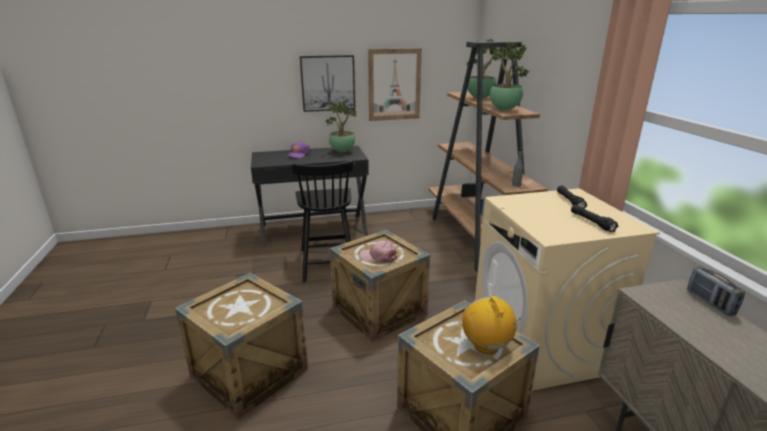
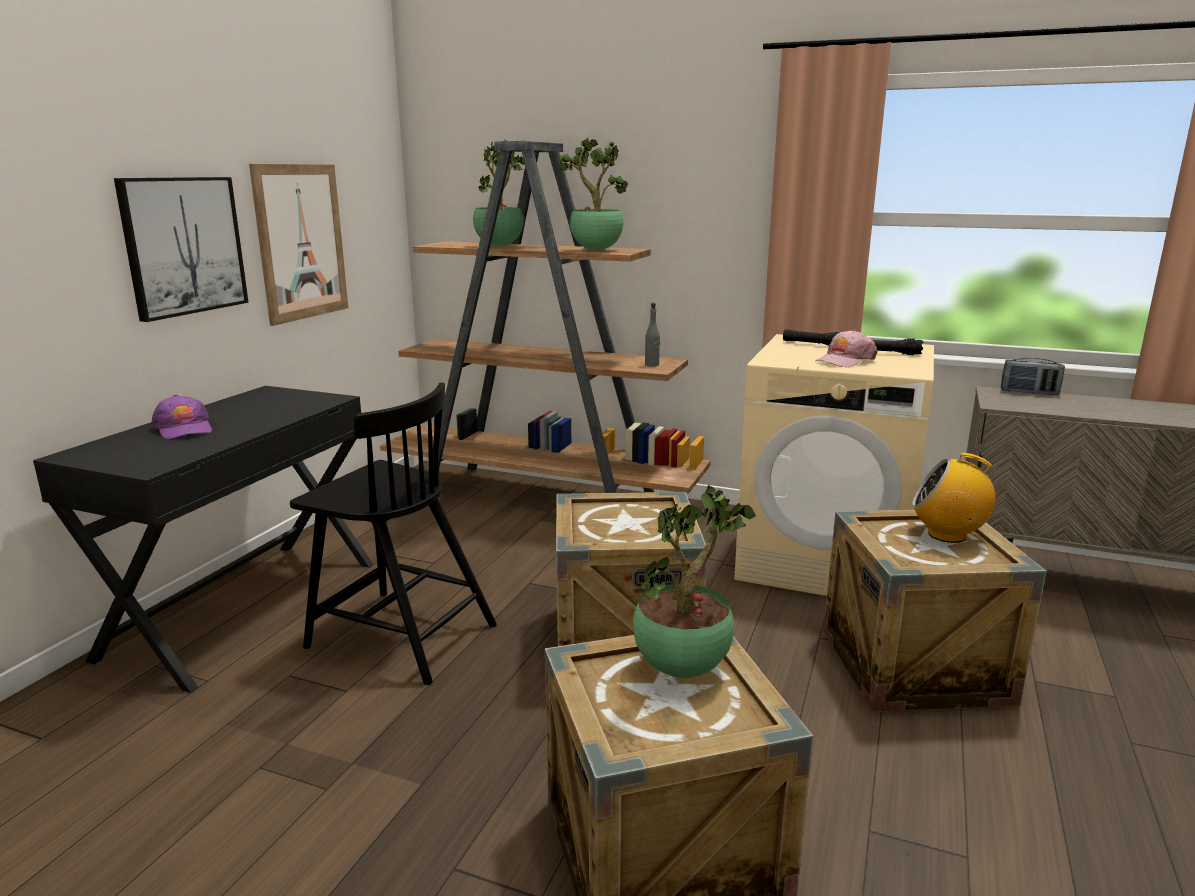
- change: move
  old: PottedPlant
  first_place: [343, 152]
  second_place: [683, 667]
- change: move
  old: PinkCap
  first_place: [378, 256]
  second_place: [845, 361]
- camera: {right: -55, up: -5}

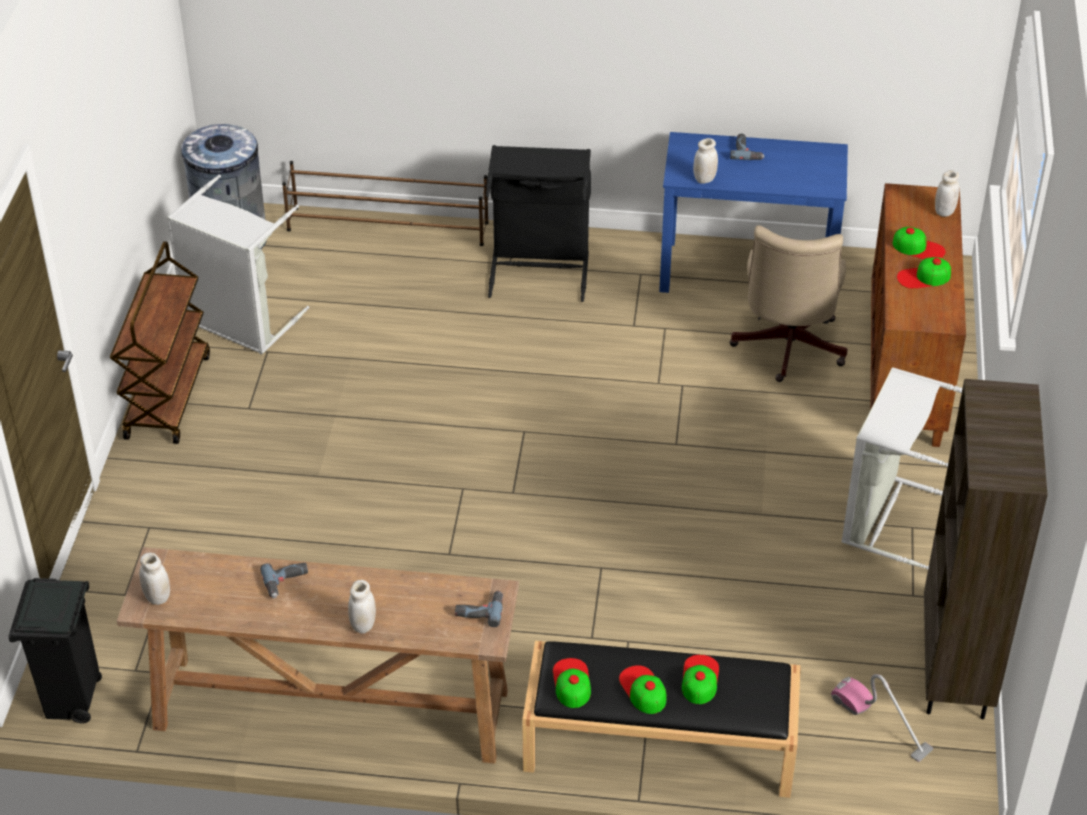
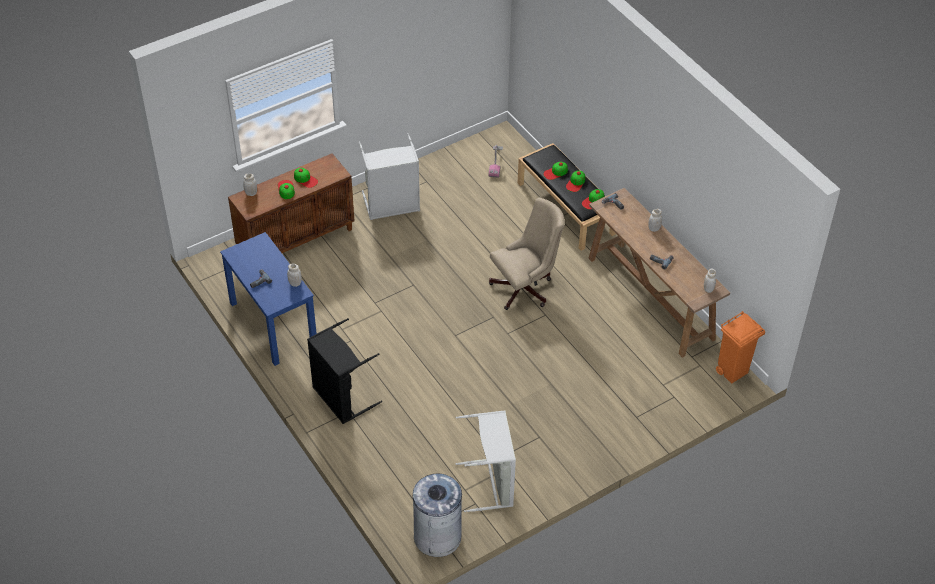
- change: move
  old: BeigeOfficeChair
  first_place: [787, 349]
  second_place: [525, 288]
- change: recolor
  old: BlackTrashCan
  new: OrangeTrashCan
  first_place: [72, 702]
  second_place: [733, 372]
- change: delete
  old: BrownCart
  first_place: [167, 395]
- change: delete
  old: BrownShoeRack
  first_place: [388, 227]
- change: delete
  old: BrownBookcase
  first_place: [956, 671]
- camera: {right: -130, up: 5}

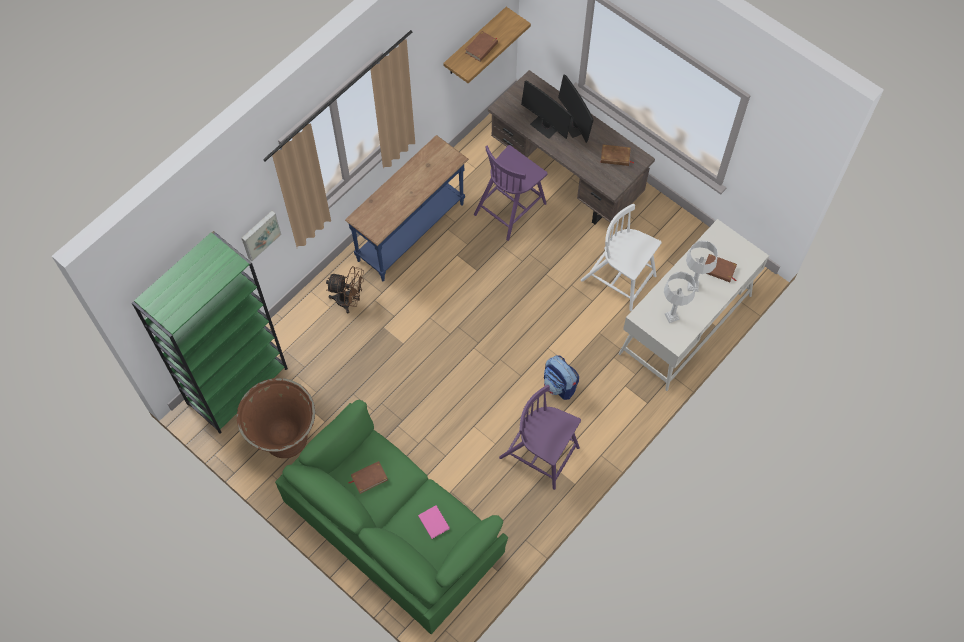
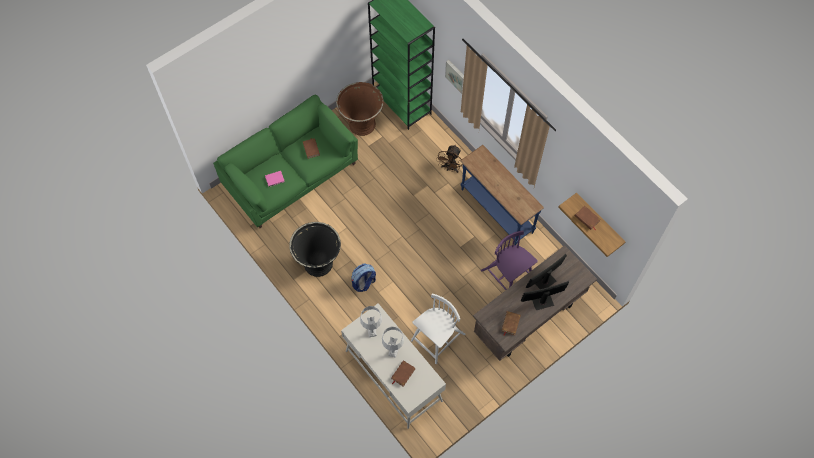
- change: replace
  old: PurpleChair
  new: BlackPlanter
  first_place: [540, 453]
  second_place: [319, 263]
- camera: {right: 100, up: 0}

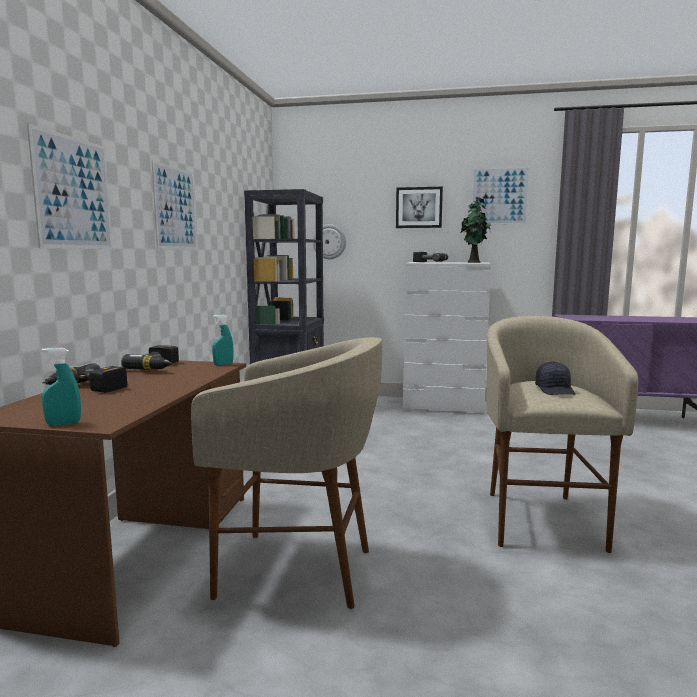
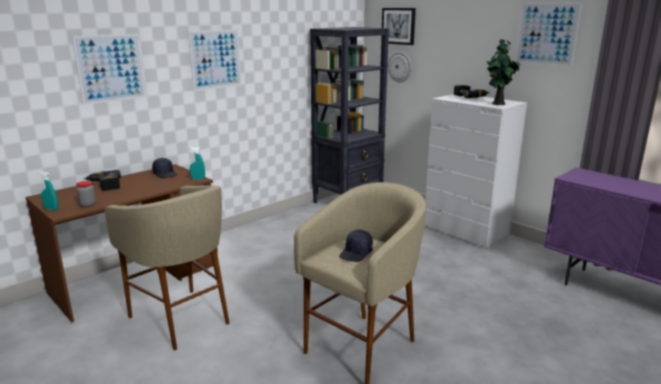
- change: insert
  new: Jar
  second_place: [88, 205]
- change: replace
  old: PowerDrill
  new: BlackCap
  first_place: [159, 367]
  second_place: [165, 174]
- change: move
  old: Picture
  first_place: [419, 207]
  second_place: [398, 26]
- camera: {right: 35, up: 10}

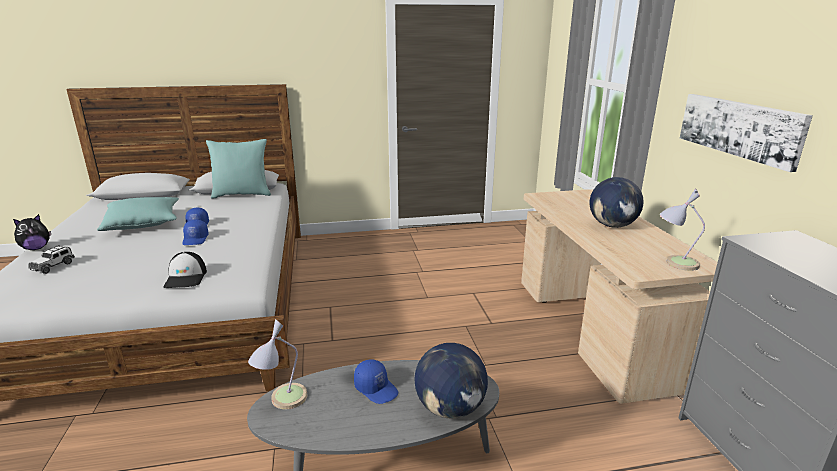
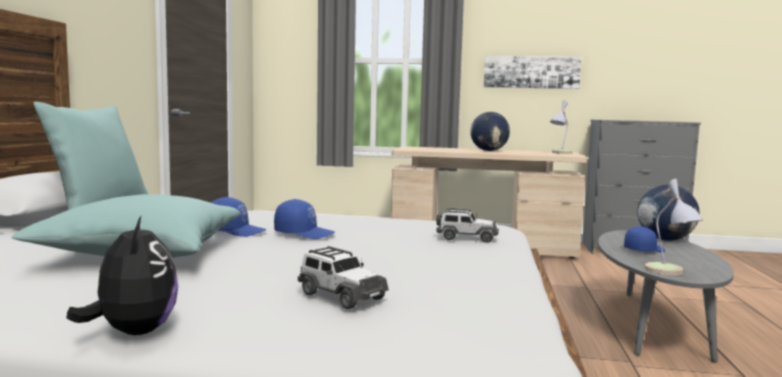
- change: replace
  old: Cap
  new: ToyCar
  first_place: [186, 278]
  second_place: [466, 238]
- camera: {right: -70, up: -15}

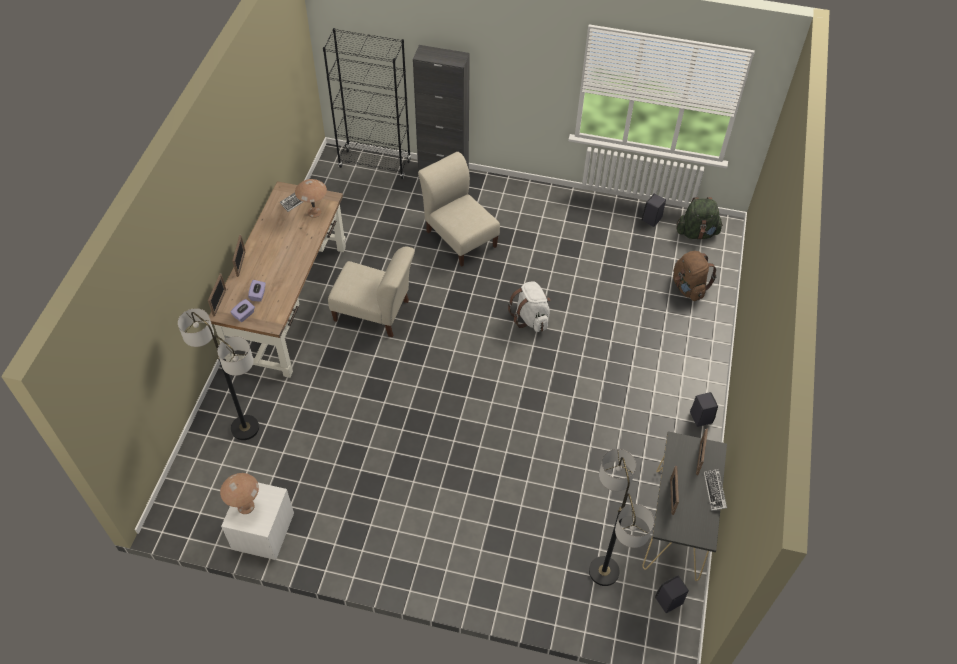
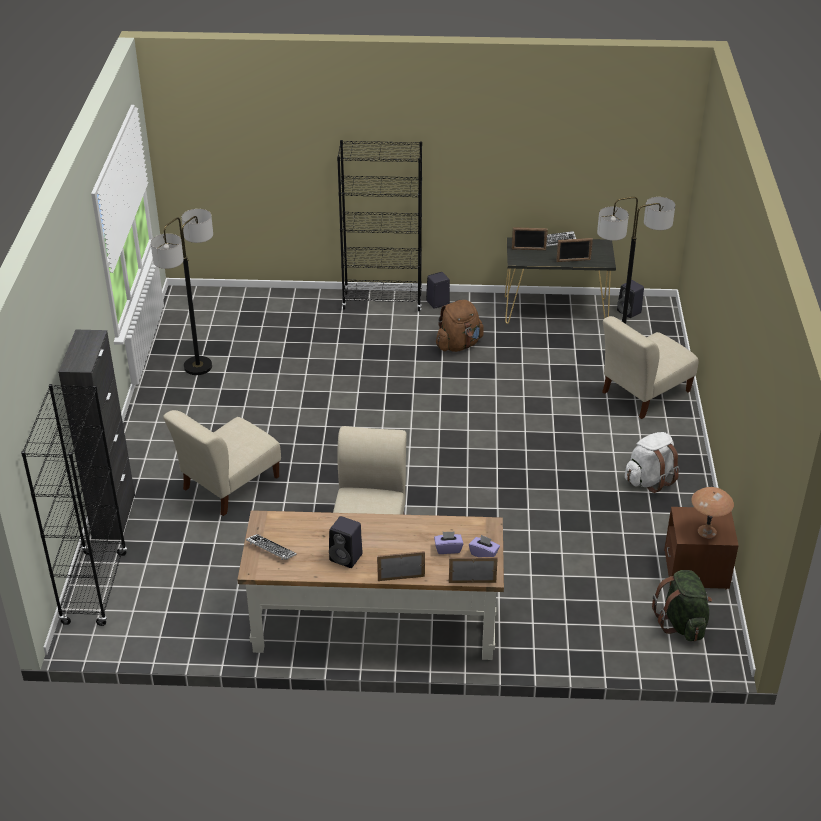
- change: move
  old: FloorLamp
  first_place: [245, 428]
  second_place: [198, 366]
- change: move
  old: BlackSpeaker
  first_place: [651, 219]
  second_place: [347, 557]
- change: insert
  new: BlackBookcase
  second_place: [382, 302]
- change: move
  old: BrownBackpack
  first_place: [688, 288]
  second_place: [459, 345]
- change: insert
  new: BeigeChair
  second_place: [643, 394]
- change: move
  old: WhiteBackpack
  first_place: [530, 318]
  second_place: [649, 479]
- change: move
  old: GreenBackpack
  first_place: [697, 233]
  second_place: [682, 623]
- change: recolor
  old: WhiteNightstand
  new: BrownNightstand
  first_place: [263, 531]
  second_place: [696, 569]
- change: delete
  old: BrownTableLamp
  first_place: [314, 212]
- camera: {right: -100, up: -15}

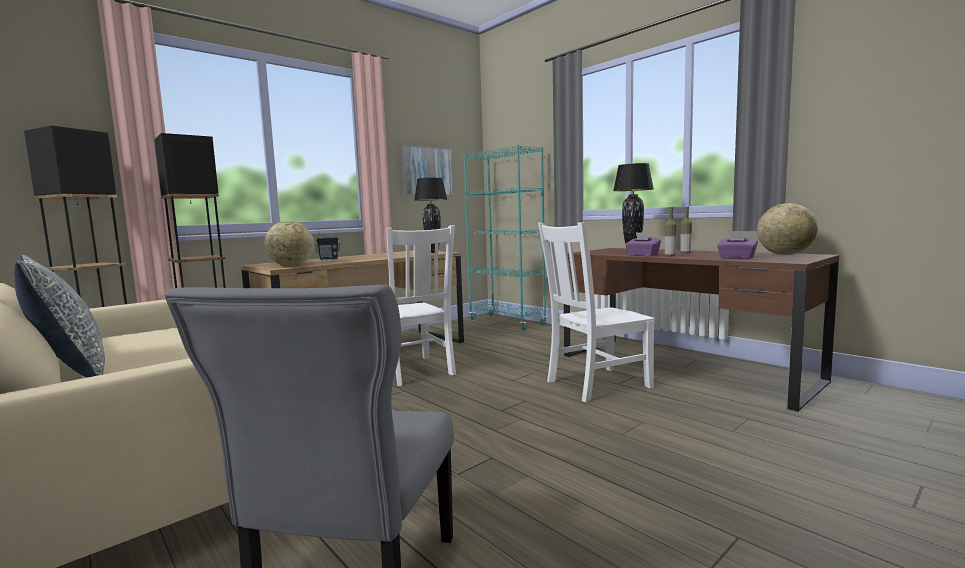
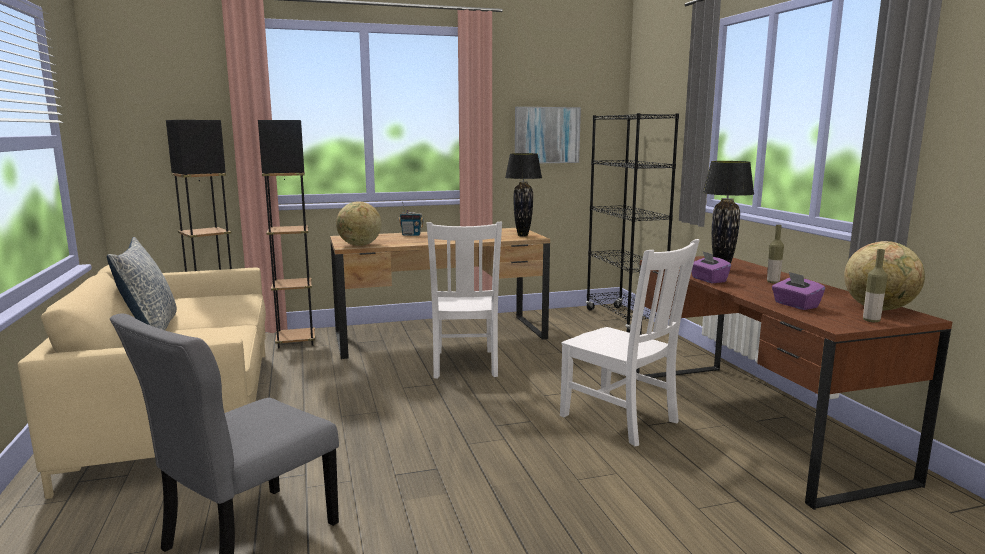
- change: rotate
  old: WhiteChair
  first_place: [595, 384]
  second_place: [622, 420]
  degrees: -135
- change: recolor
  old: TurquoiseBookcase
  new: BlackBookcase
  first_place: [507, 322]
  second_place: [624, 320]
- change: move
  old: Bottle
  first_place: [670, 256]
  second_place: [871, 321]
- camera: {right: 25, up: 5}

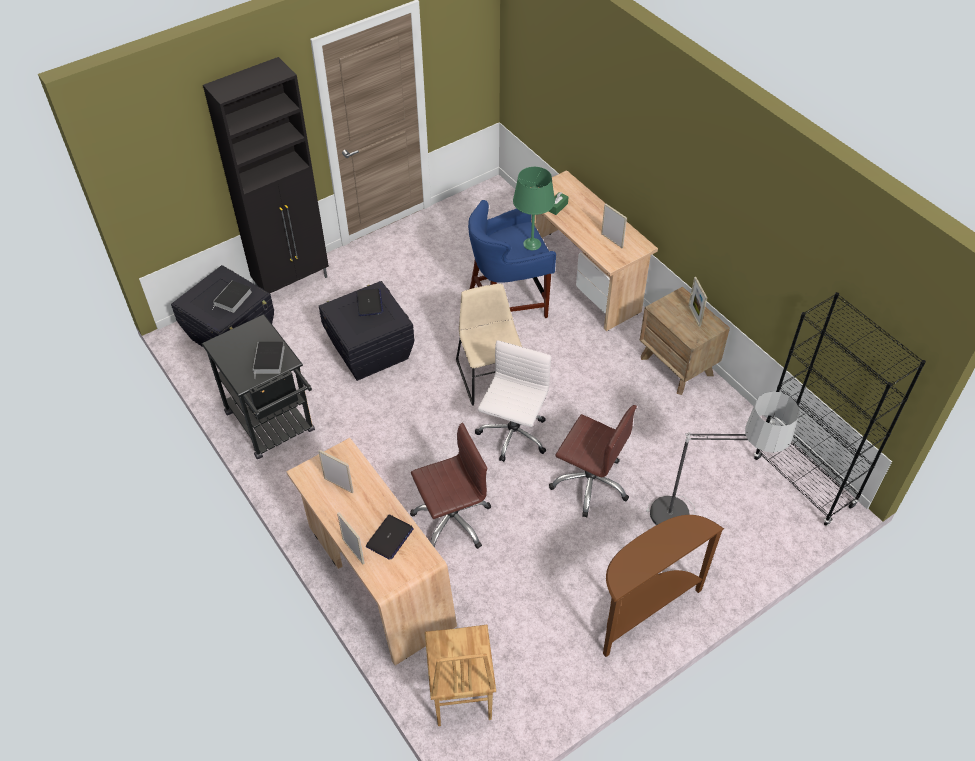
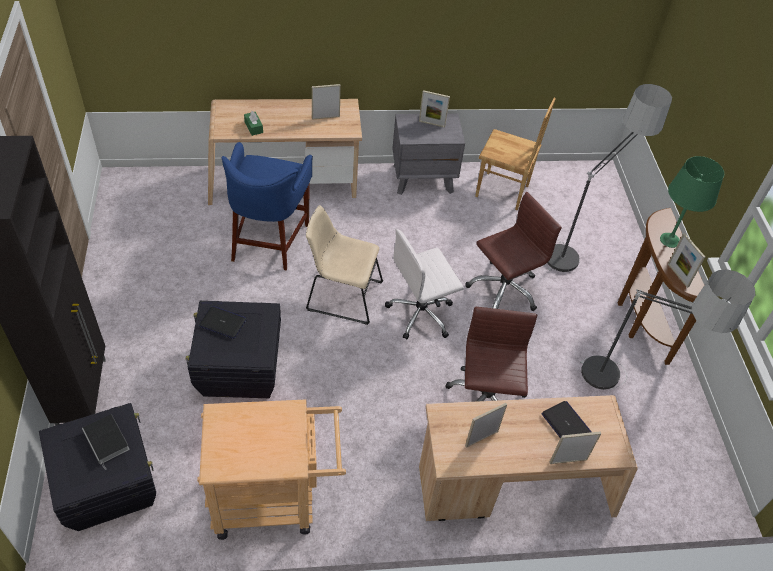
- change: recolor
  old: BlackCart
  new: BeigeCart
  first_place: [274, 427]
  second_place: [274, 499]
- change: rotate
  old: WhiteOfficeChair
  first_place: [512, 436]
  second_place: [421, 313]
  degrees: -75
- change: recolor
  old: BrownNightstand
  new: GreyNightstand
  first_place: [677, 366]
  second_place: [423, 179]
- change: move
  old: BrownChair
  first_place: [460, 694]
  second_place: [502, 192]
- change: insert
  new: FloorLamp
  second_place: [625, 393]
- change: move
  old: GreenTableLamp
  first_place: [532, 244]
  second_place: [670, 240]
- change: insert
  new: PictureFrame
  second_place: [678, 275]
- change: delete
  old: Book
  first_place: [269, 360]
- change: delete
  old: BlackBookcase
  first_place: [803, 482]
- camera: {right: -65, up: 0}

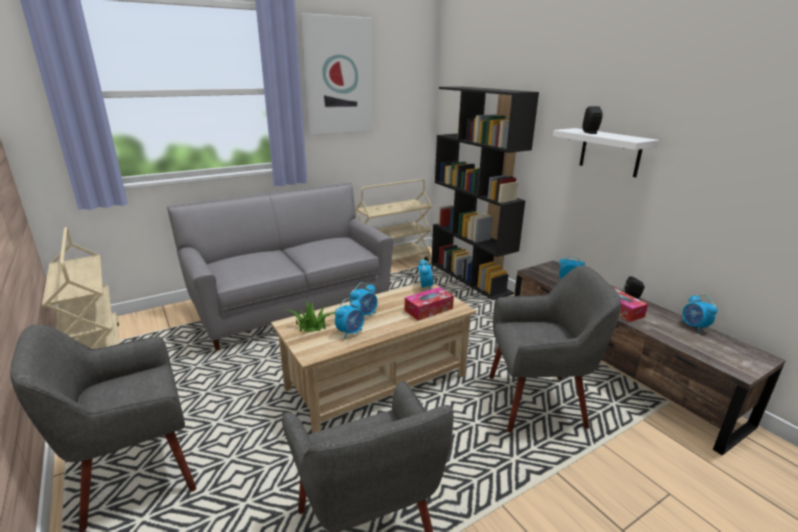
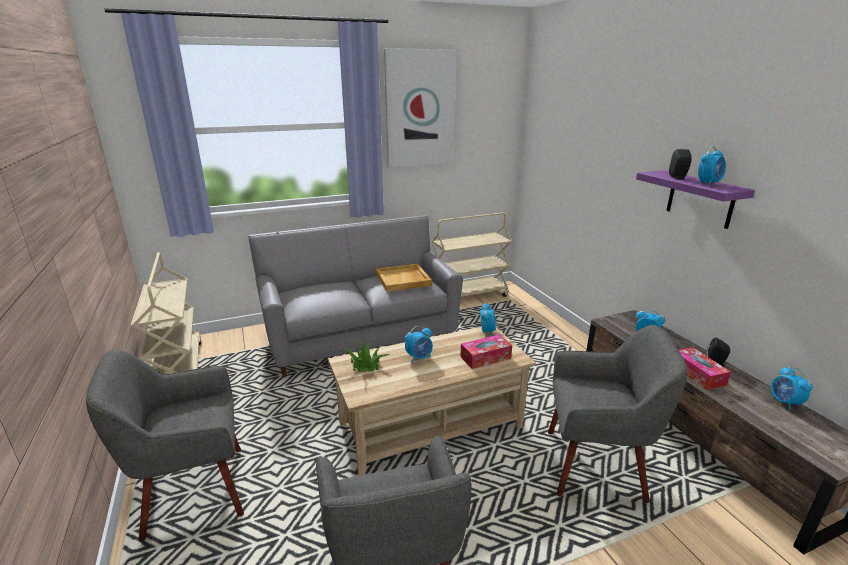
- change: insert
  new: BeigeTray
  second_place: [403, 280]
- change: recolor
  old: WhiteShelf
  new: PurpleShelf
  first_place: [610, 152]
  second_place: [700, 199]
- change: move
  old: AlarmClock
  first_place: [350, 332]
  second_place: [708, 183]
- change: delete
  old: BlackBookcase
  first_place: [470, 278]
- camera: {right: 10, up: 0}

